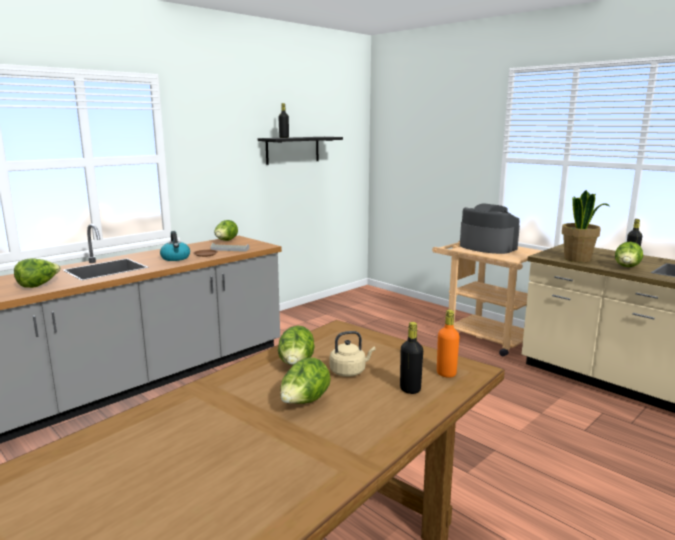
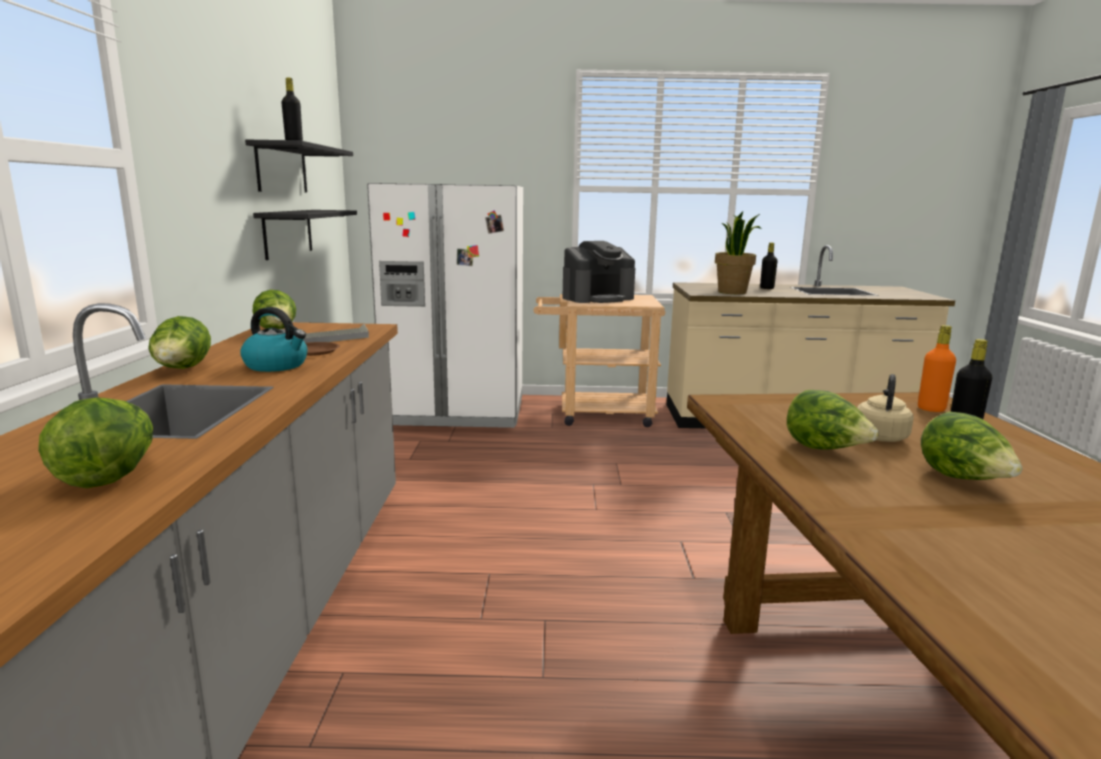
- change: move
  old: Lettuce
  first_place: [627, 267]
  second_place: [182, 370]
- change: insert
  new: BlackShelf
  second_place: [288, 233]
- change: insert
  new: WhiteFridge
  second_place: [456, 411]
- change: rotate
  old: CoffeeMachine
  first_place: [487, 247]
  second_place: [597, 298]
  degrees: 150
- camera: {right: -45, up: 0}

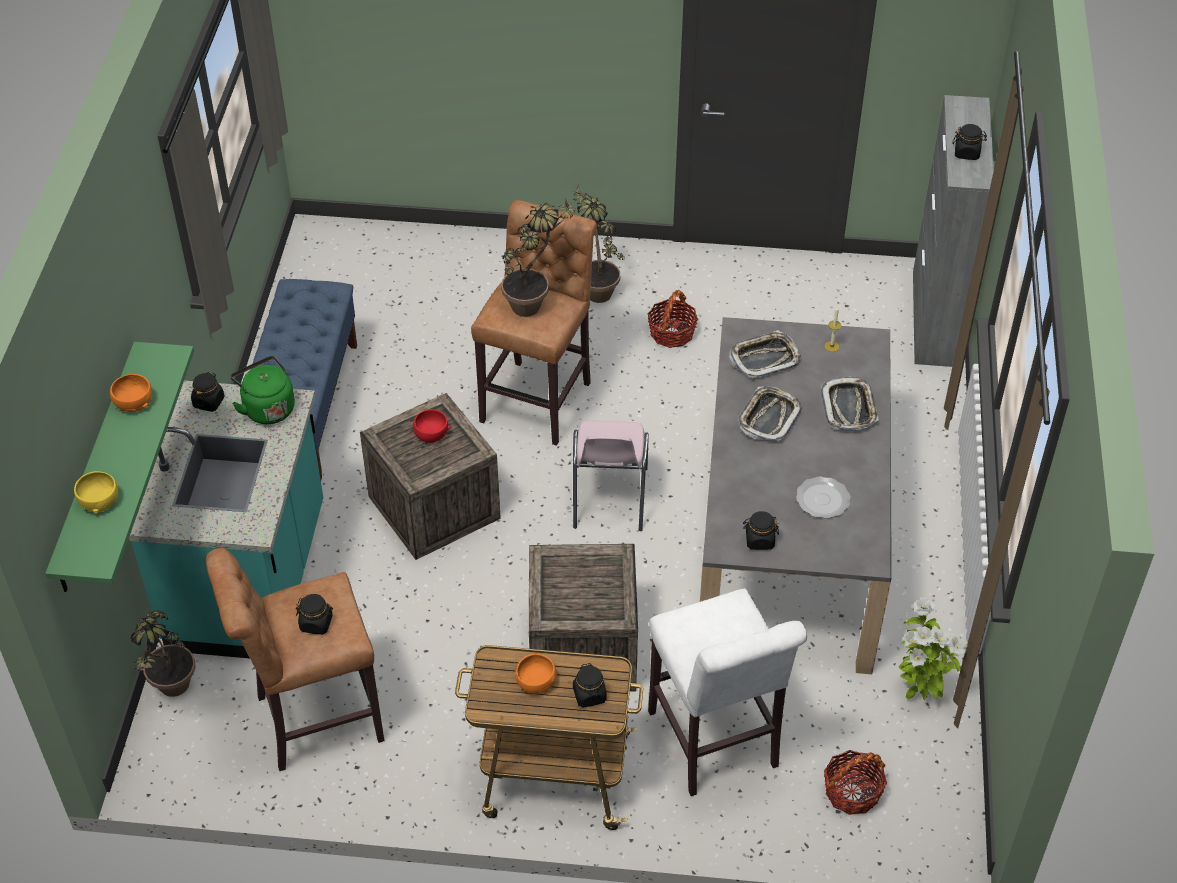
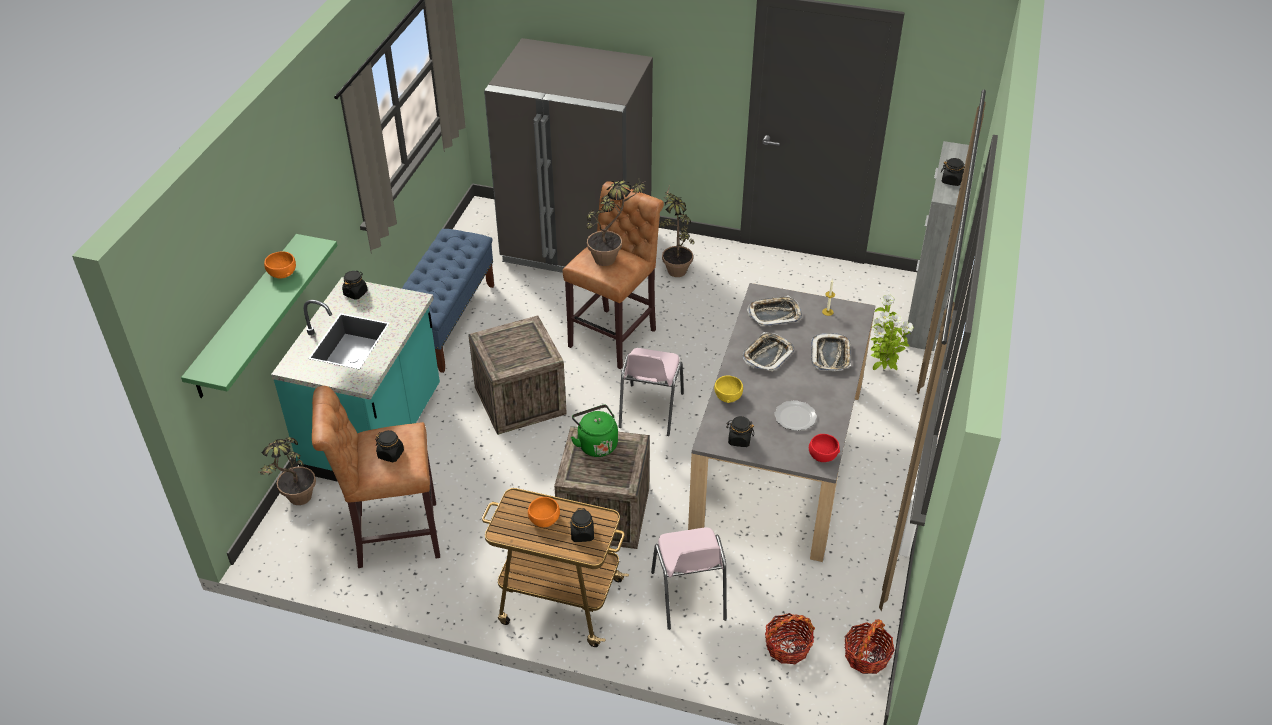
- change: insert
  new: GreyFridge
  second_place: [577, 246]
- change: move
  old: GreenKettle
  first_place: [267, 408]
  second_place: [596, 444]
- change: replace
  old: WhiteStool
  new: PinkChair
  first_place: [715, 745]
  second_place: [688, 596]
- change: move
  old: YellowBowl
  first_place: [99, 501]
  second_place: [727, 396]
- change: move
  old: RedBowl
  first_place: [431, 434]
  second_place: [822, 455]
- change: move
  old: Basket
  first_place: [672, 333]
  second_place: [866, 656]
- change: move
  old: PottedPlant
  first_place: [918, 694]
  second_place: [882, 369]
- camera: {right: 10, up: -5}

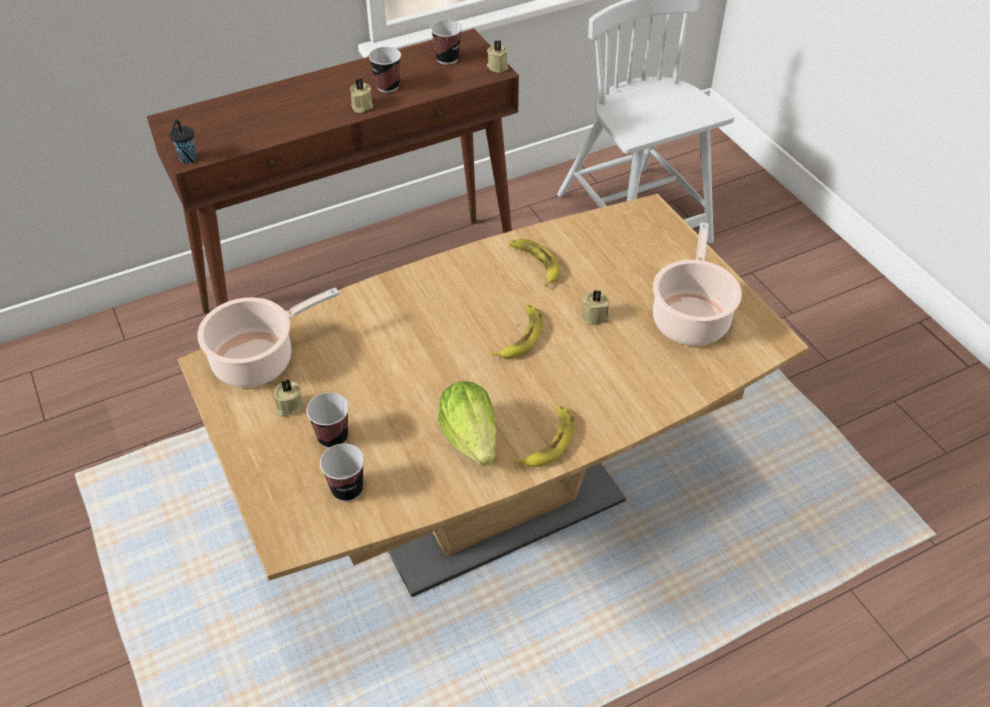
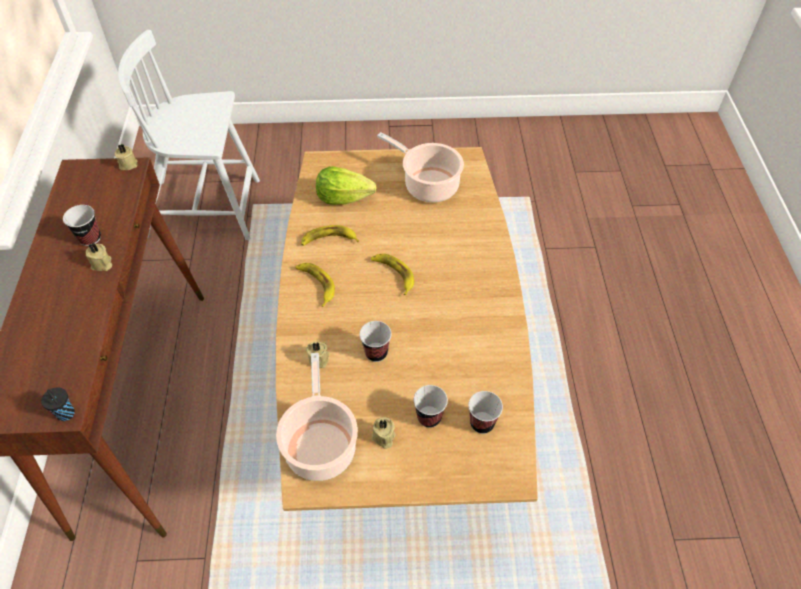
- change: move
  old: Banana
  first_place: [548, 441]
  second_place: [316, 284]
- change: move
  old: BeigeCandle
  first_place: [596, 317]
  second_place: [319, 359]
- change: move
  old: Lettuce
  first_place: [470, 438]
  second_place: [343, 198]
- change: move
  old: Cup
  first_place: [447, 59]
  second_place: [376, 353]
- camera: {right: -65, up: 5}

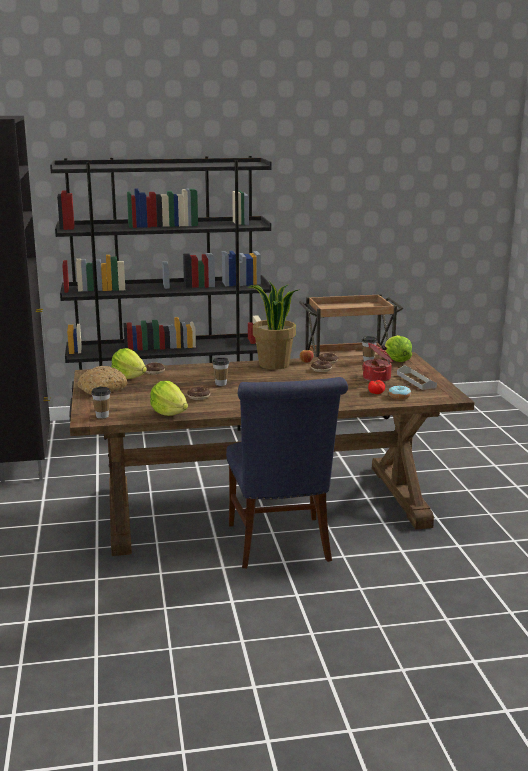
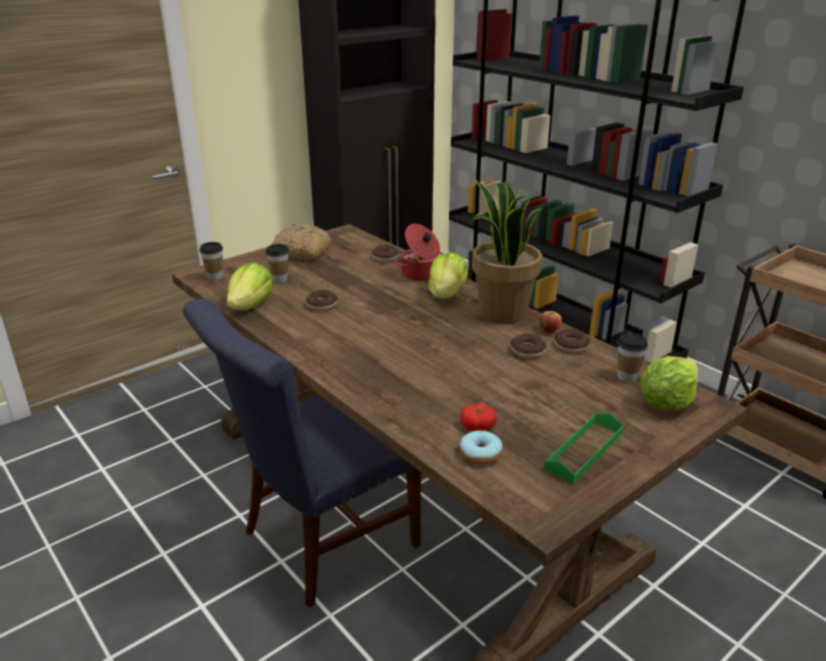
- change: move
  old: Cup
  first_place: [221, 384]
  second_place: [280, 279]
- change: move
  old: CookingPot
  first_place: [377, 378]
  second_place: [420, 275]
- change: move
  old: Lettuce
  first_place: [129, 377]
  second_place: [447, 294]
- change: recolor
  old: GreyTray
  new: GreenTray
  first_place: [416, 381]
  second_place: [584, 451]
- camera: {right: 60, up: 10}

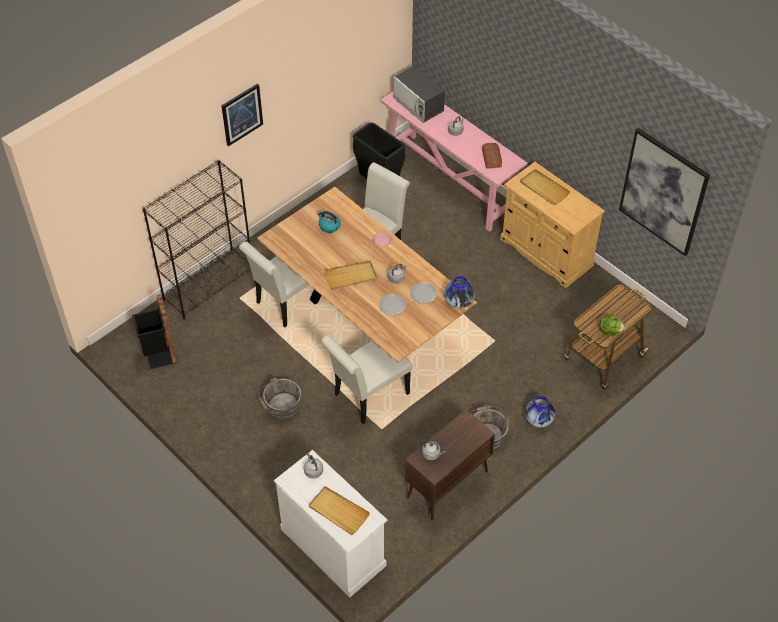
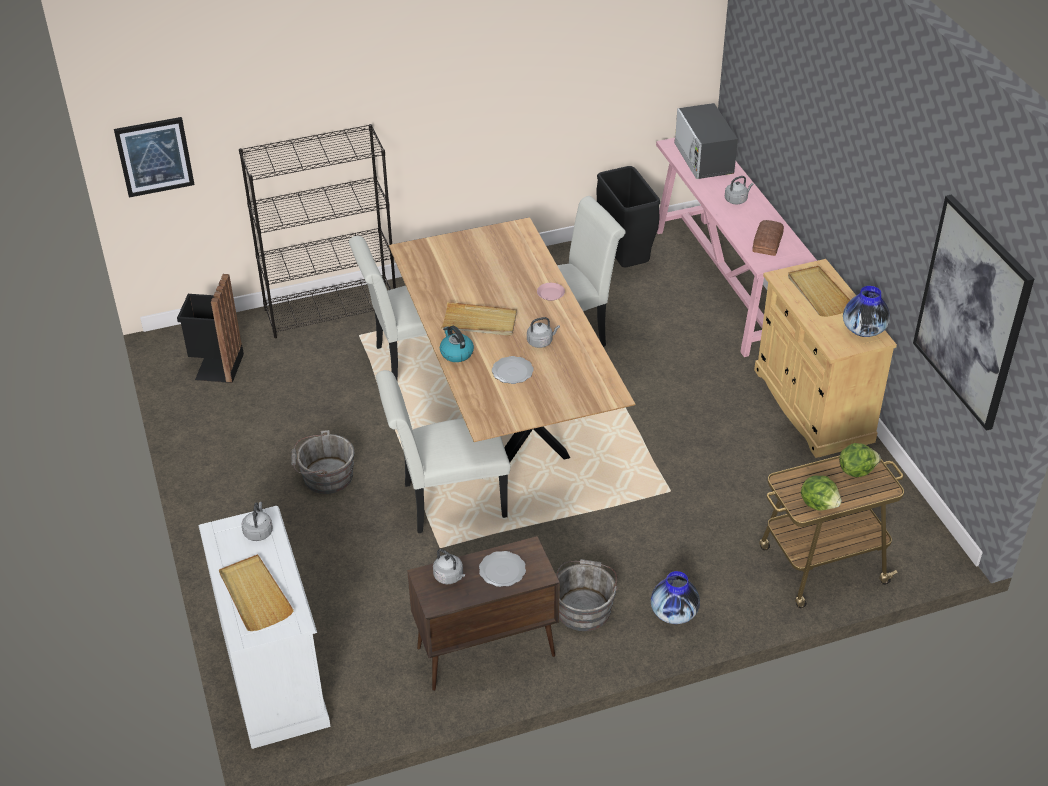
- change: move
  old: Picture
  first_place: [242, 114]
  second_place: [154, 156]
- change: move
  old: Kettle
  first_place: [329, 226]
  second_place: [456, 353]
- change: move
  old: Plate
  first_place: [423, 294]
  second_place: [502, 571]
- change: insert
  new: Lettuce
  second_place: [856, 470]
- change: move
  old: Vase
  first_place: [458, 301]
  second_place: [863, 330]
- camera: {right: 25, up: -10}

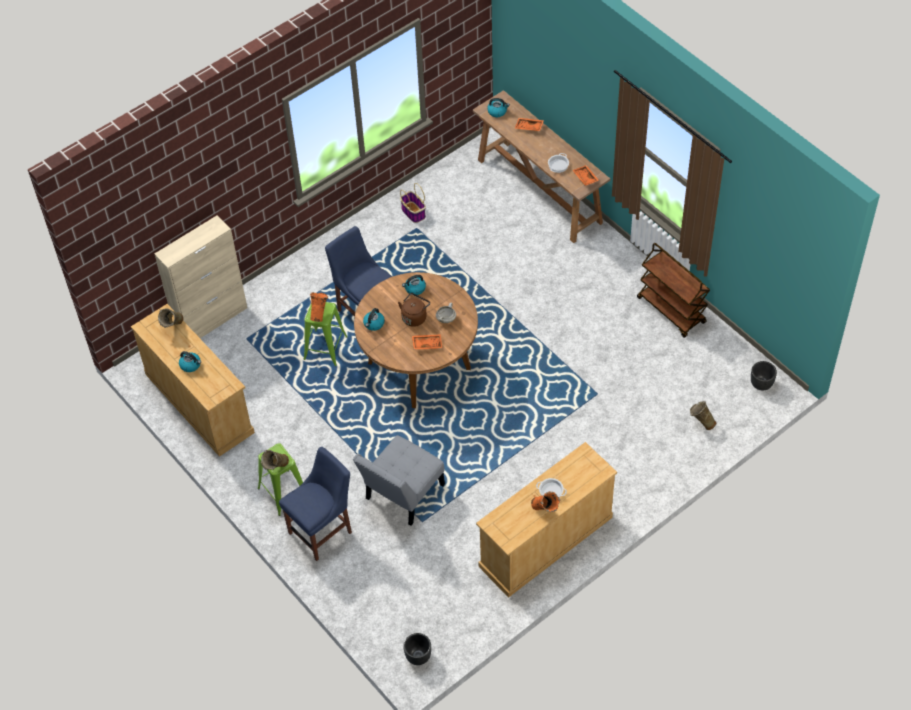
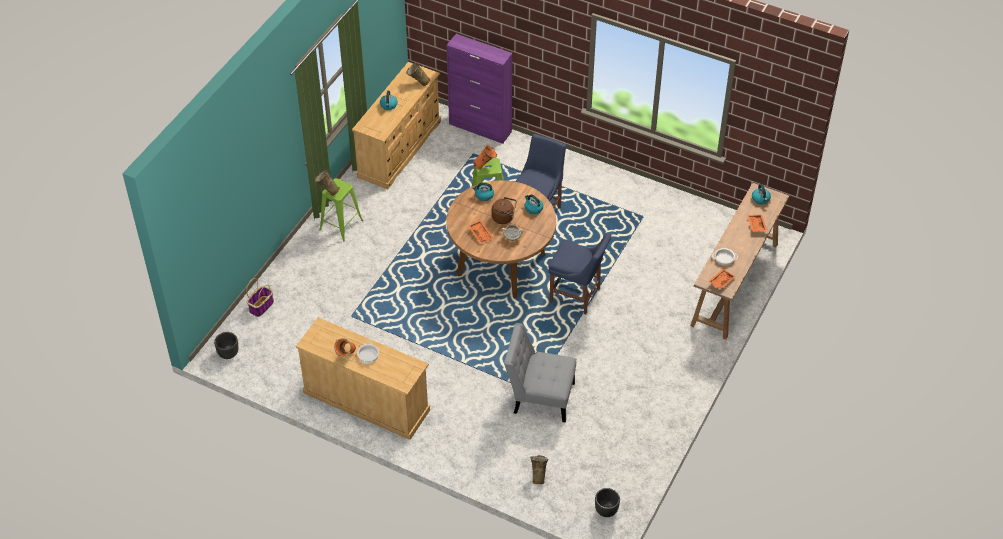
- change: move
  old: Basket
  first_place: [413, 212]
  second_place: [261, 306]
- change: recolor
  old: BeigeCabinet
  new: PurpleCabinet
  first_place: [212, 319]
  second_place: [480, 128]
- change: move
  old: GreyChair
  first_place: [402, 495]
  second_place: [540, 397]
- change: move
  old: BlueChair
  first_place: [323, 531]
  second_place: [577, 296]
- change: delete
  old: BrownCart
  first_place: [671, 310]
- camera: {right: 65, up: -5}

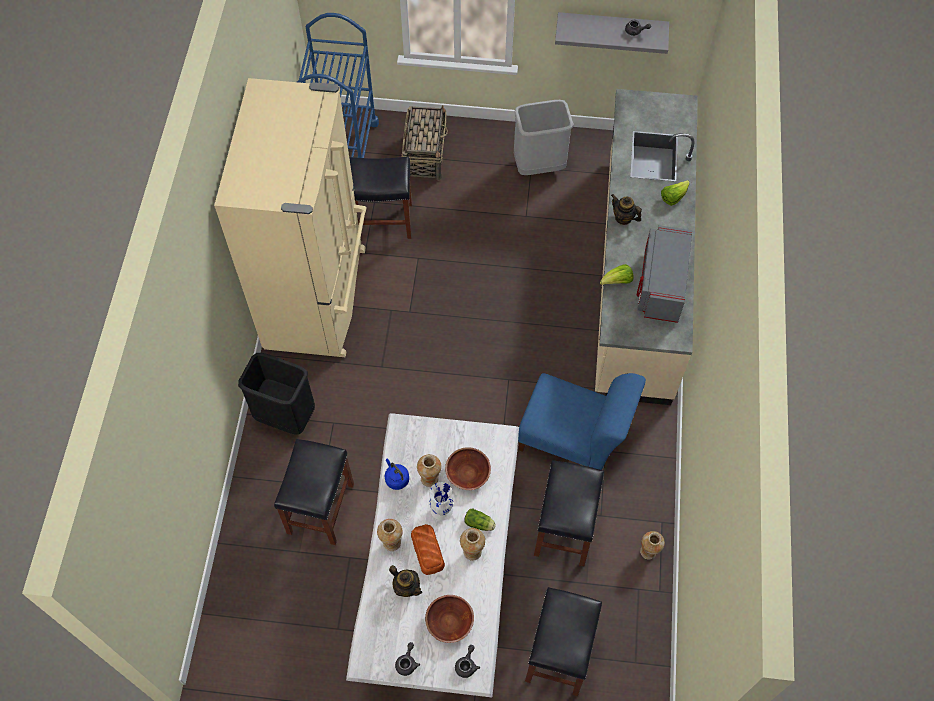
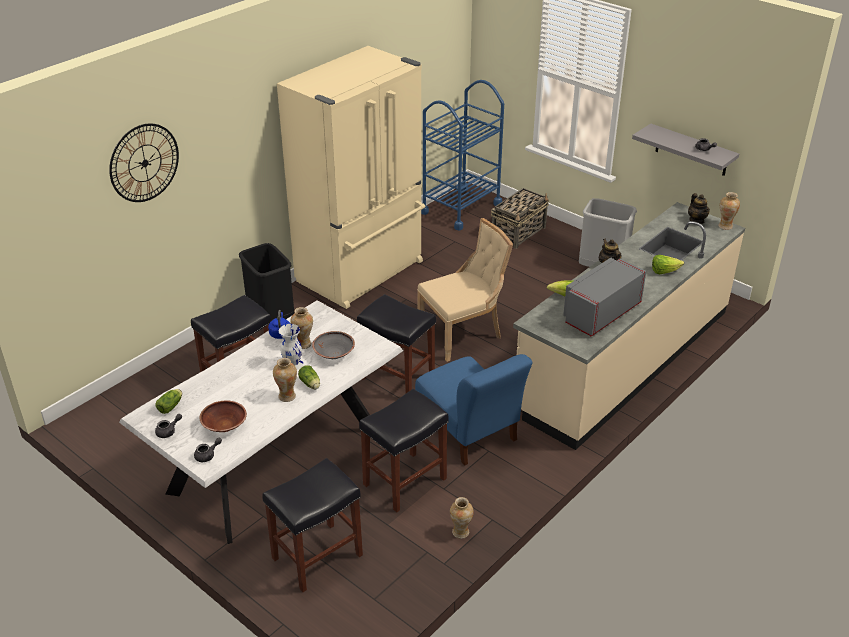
- change: insert
  new: WallClock
  second_place: [144, 163]
- change: insert
  new: Lettuce
  second_place: [171, 406]
- change: recolor
  old: BrownBowl
  new: GreyBowl
  first_place: [467, 473]
  second_place: [334, 354]
- change: move
  old: BlackStool
  first_place: [383, 220]
  second_place: [398, 377]
- change: insert
  new: BeigeChair
  second_place: [463, 334]
- change: move
  old: Teapot
  first_place: [406, 587]
  second_place: [697, 220]
- change: move
  old: Vase
  first_place: [391, 542]
  second_place: [725, 226]
- change: delete
  old: Bread
  first_place: [427, 551]
- camera: {right: 35, up: -25}

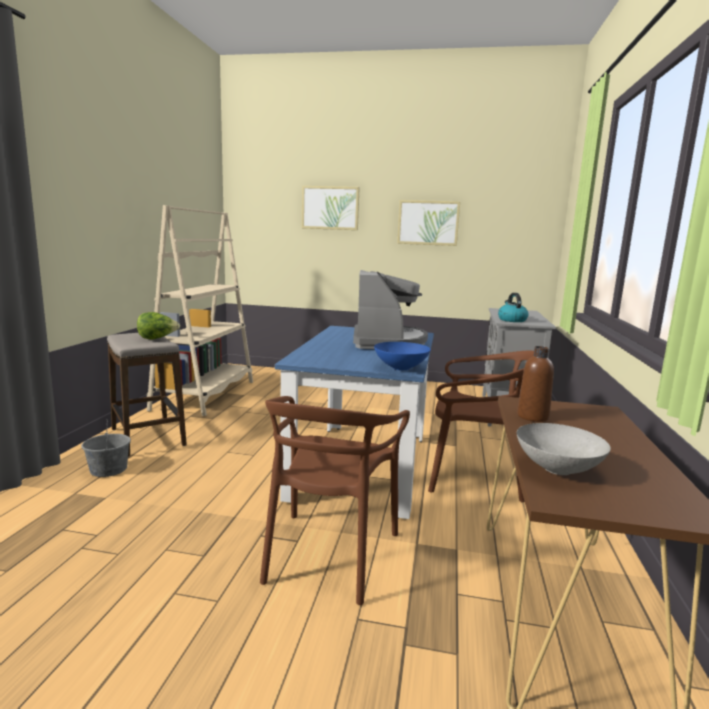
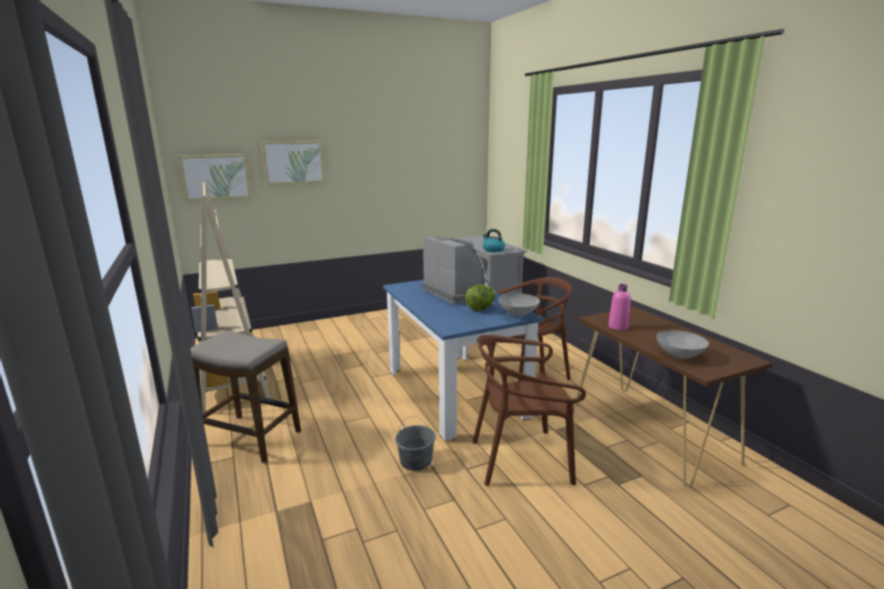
- change: move
  old: Picture
  first_place: [428, 223]
  second_place: [216, 177]
- change: move
  old: GreyBucket
  first_place: [108, 469]
  second_place: [415, 461]
- change: move
  old: Lettuce
  first_place: [157, 339]
  second_place: [481, 308]
- change: rotate
  old: BrownChair
  first_place: [329, 554]
  second_place: [521, 459]
  degrees: 105
- change: recolor
  old: BlueBowl
  new: GreyBowl
  first_place: [401, 368]
  second_place: [518, 314]
- change: recolor
  old: BrownBottle
  new: PinkBottle
  first_place: [532, 416]
  second_place: [618, 327]
- camera: {right: -35, up: 5}

